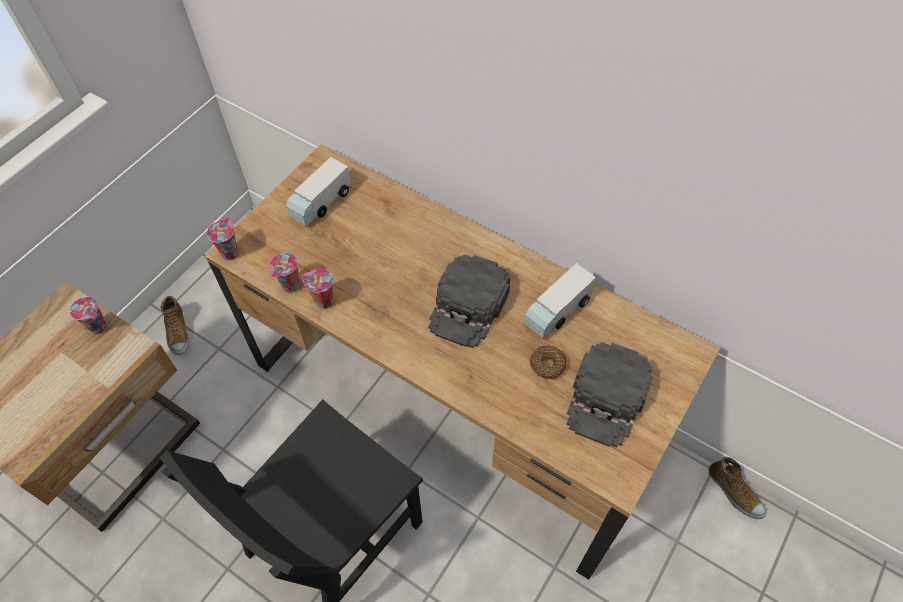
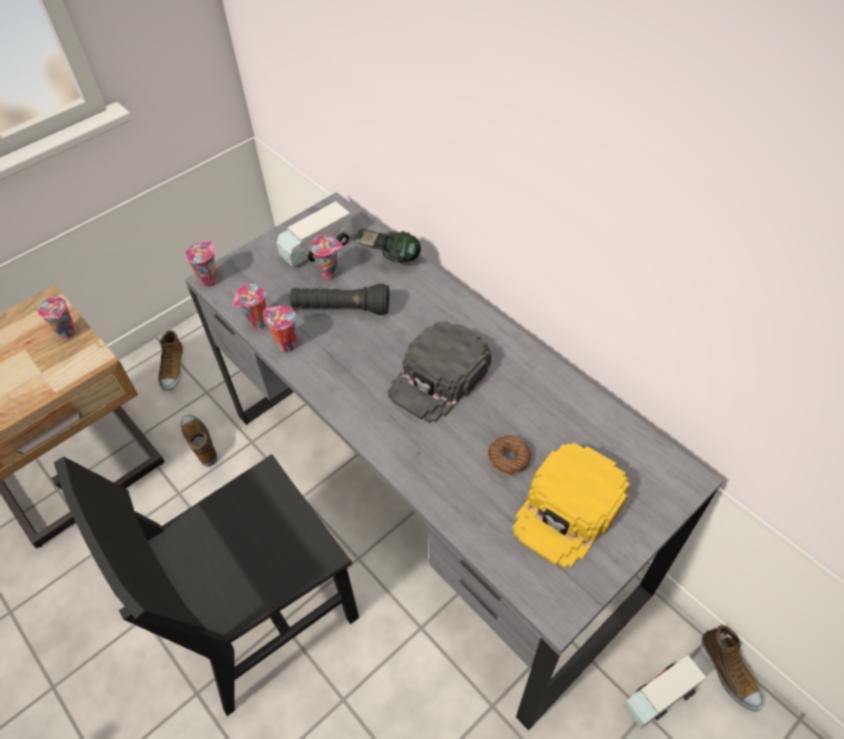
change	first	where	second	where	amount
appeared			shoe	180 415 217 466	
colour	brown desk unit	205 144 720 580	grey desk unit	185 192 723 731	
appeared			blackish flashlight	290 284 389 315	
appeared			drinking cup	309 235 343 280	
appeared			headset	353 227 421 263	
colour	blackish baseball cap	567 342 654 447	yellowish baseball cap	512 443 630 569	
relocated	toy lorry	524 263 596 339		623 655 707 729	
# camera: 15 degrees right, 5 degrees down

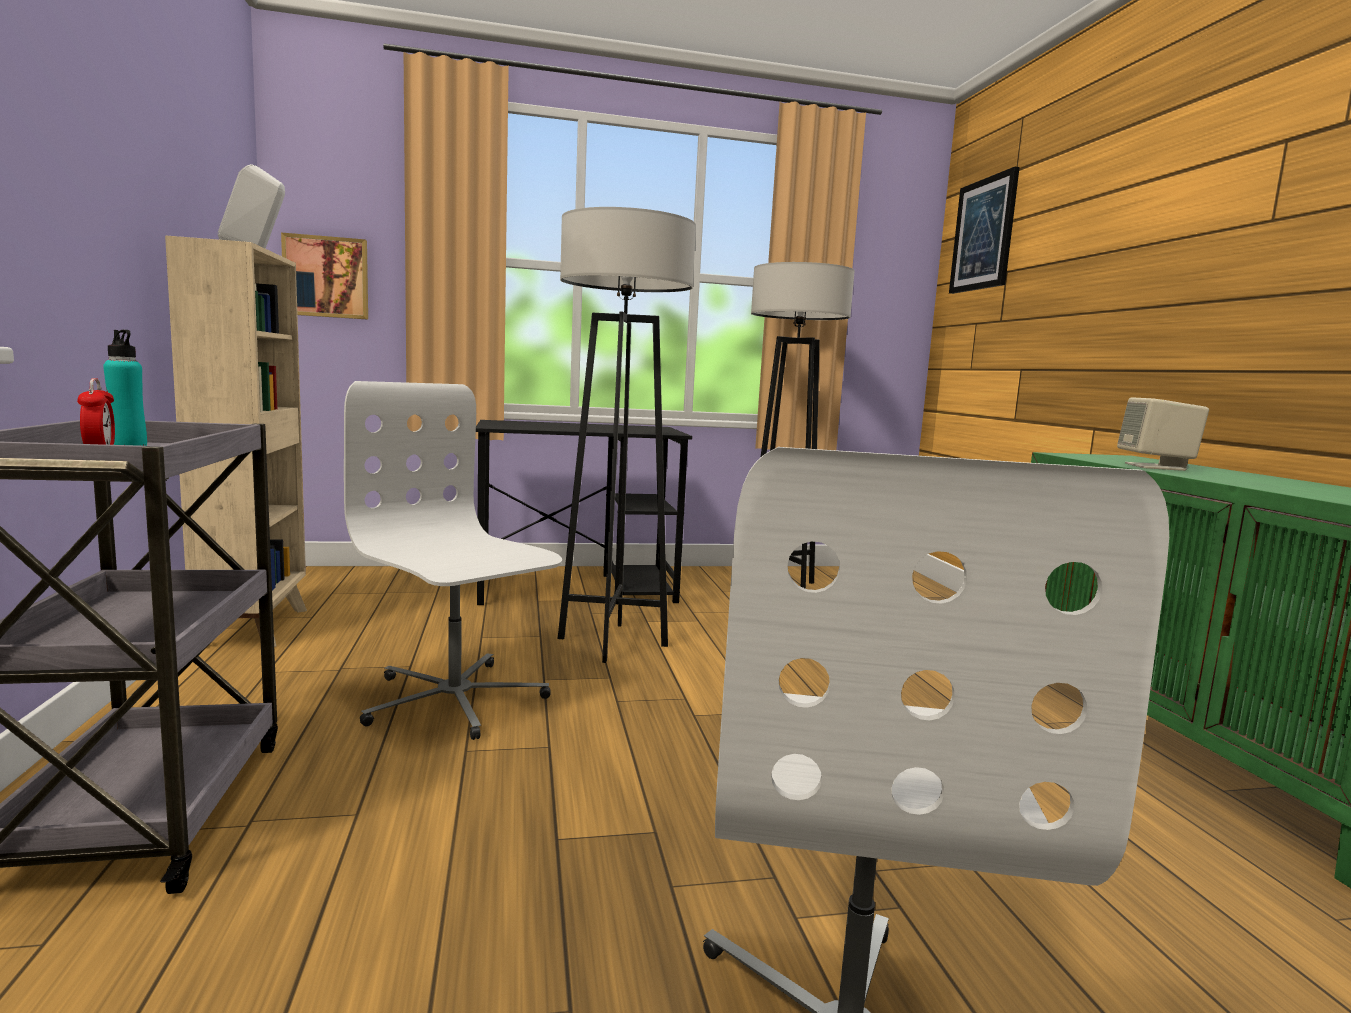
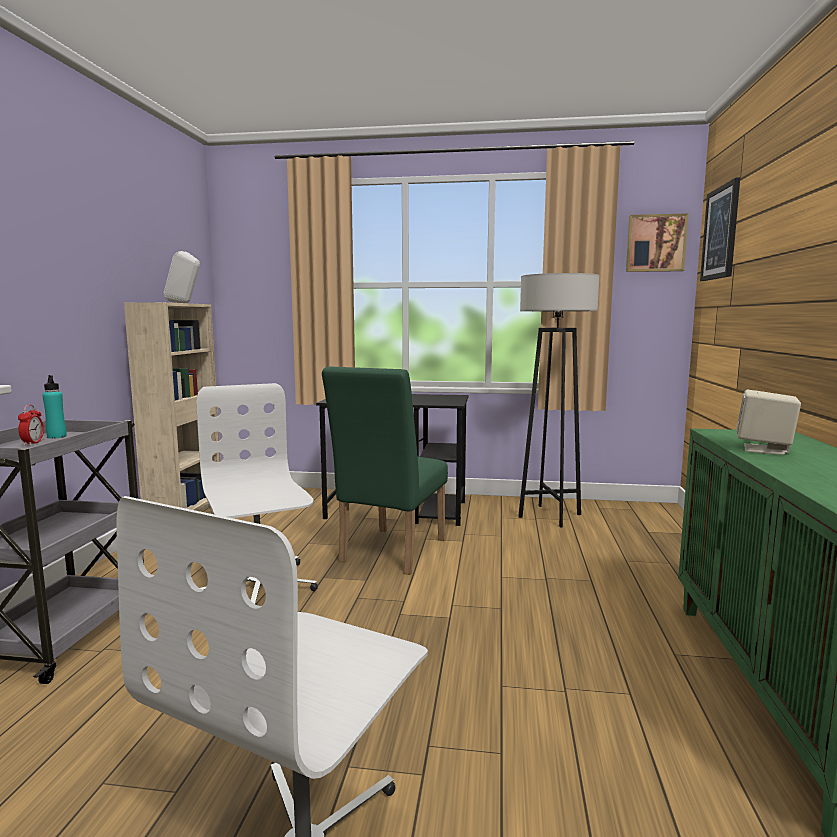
change	first	where	second	where	amount
exchanged	grey floor lamp	558 207 696 663	green upright chair	322 367 448 575	
relocated	wall art	281 232 368 320		626 213 689 272	
# camera: 20 degrees right, 0 degrees up

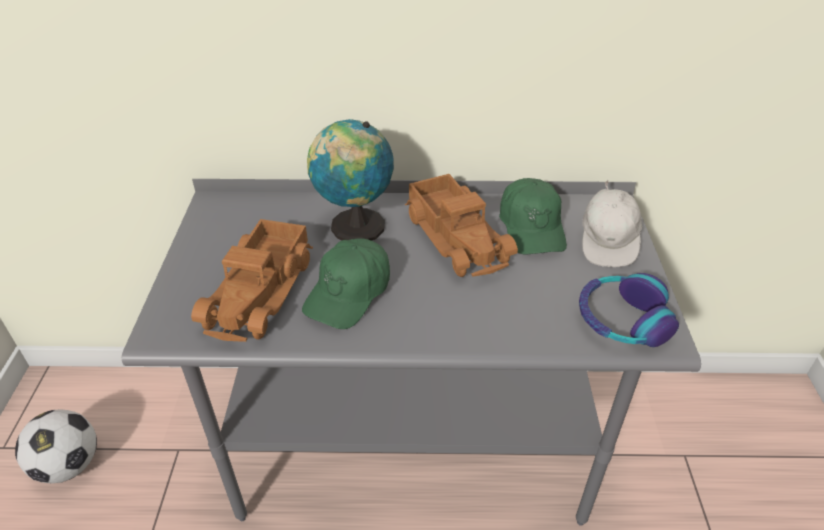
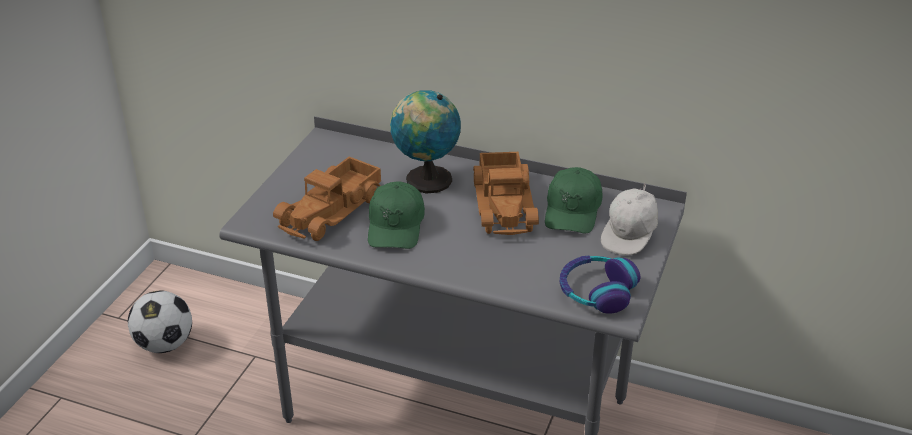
change	first	where	second	where	amount
spun	green baseball cap	302 238 390 329		368 181 425 249	45 degrees counterclockwise
# camera: 20 degrees right, 5 degrees down

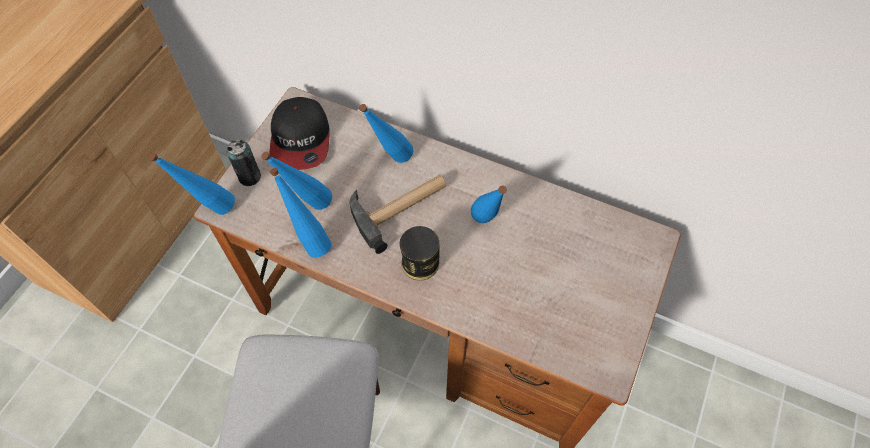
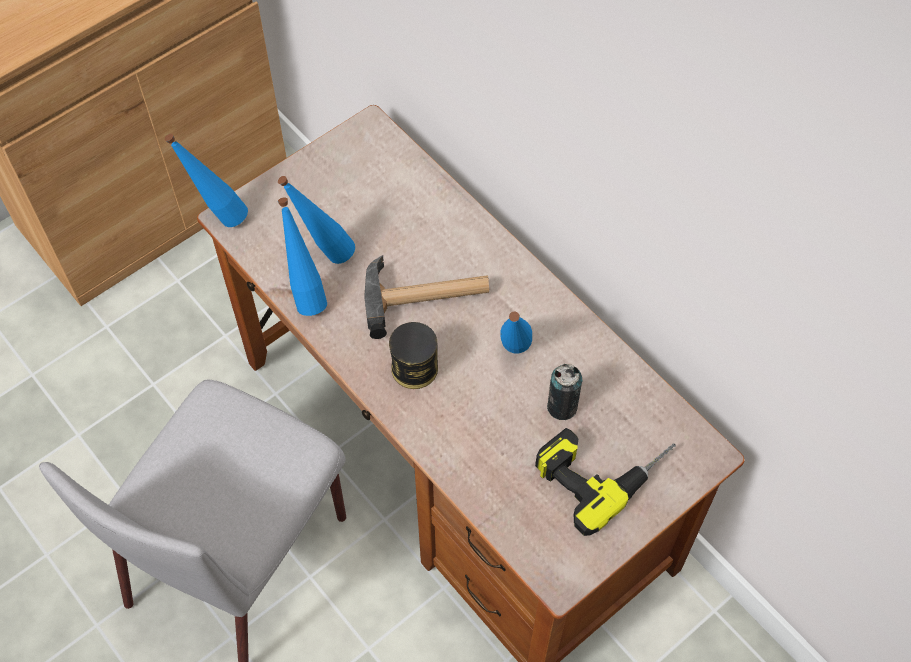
change	first	where	second	where	amount
appeared			drill	535 428 676 536	
relocated	sealed can	227 139 261 186		547 364 583 420	
missing	baseball cap	270 97 330 170			
missing	blue-coloured beverage bottle	359 104 413 163			
# camera: 25 degrees right, 0 degrees up

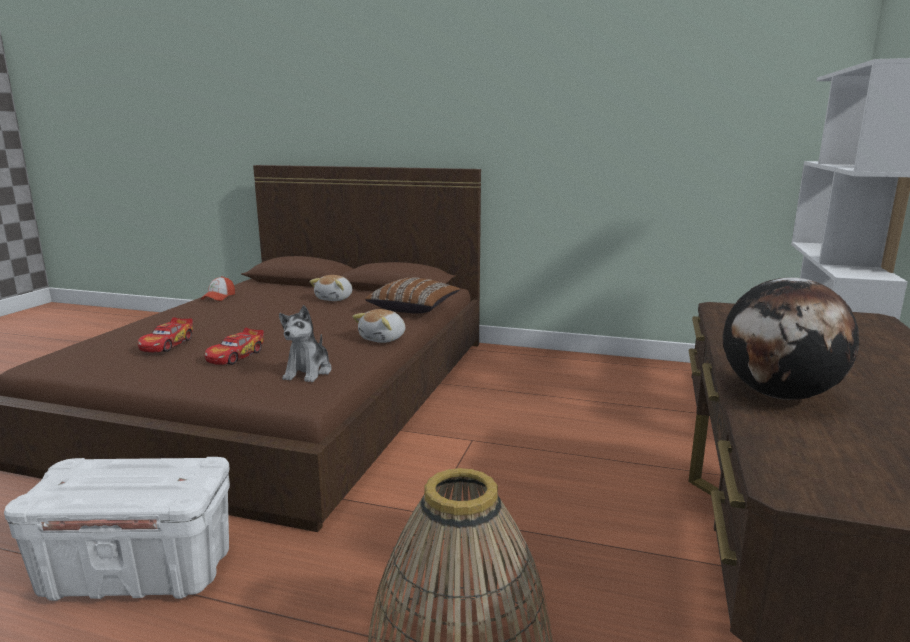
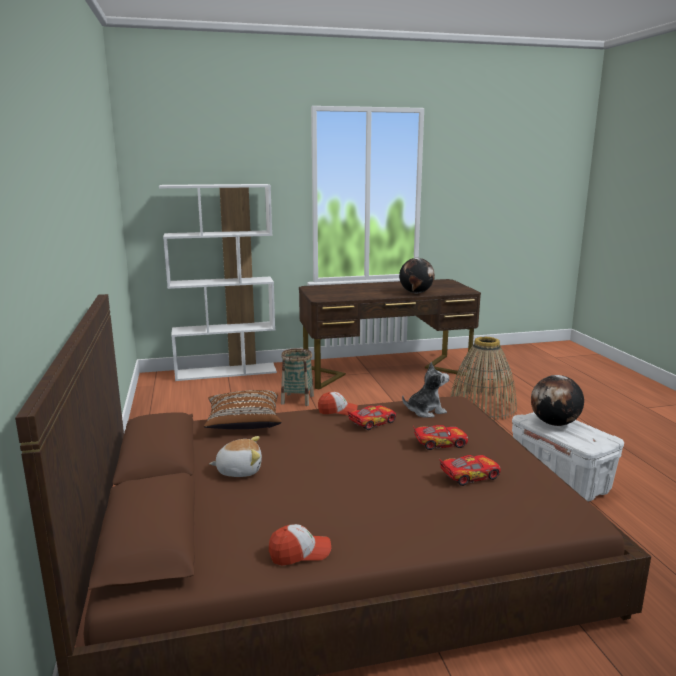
change	first	where	second	where	amount
appeared			basket	281 348 314 406	
exchanged	cuddly toy	352 309 405 343	baseball cap	318 392 358 416	
appeared			model car	347 405 396 430	
appeared			globe	531 375 584 426	
# camera: 120 degrees left, 0 degrees up

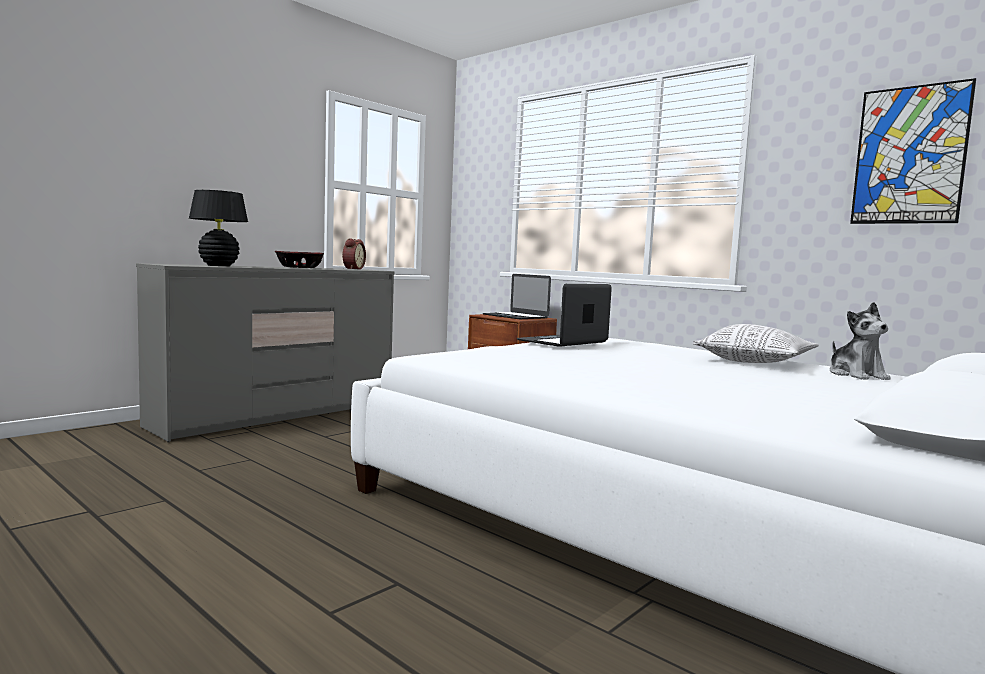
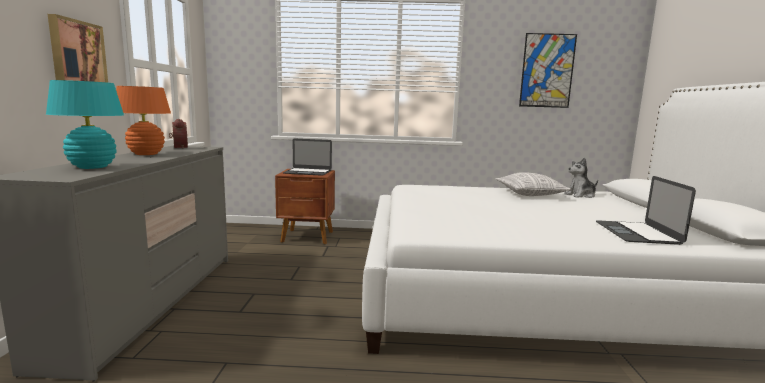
change	first	where	second	where	amount
colour	blackish lamp for a table	189 190 248 266	turquoise-coloured lamp for a table	46 80 124 169	
appeared			wall art	48 14 108 83	
exchanged	bowl	275 251 324 268	orange lamp for a table	116 86 171 155	
spun	cuddly toy	830 302 891 380		564 157 598 198	120 degrees clockwise
relocated	laptop	517 284 612 347		596 176 696 245	
# camera: 40 degrees left, 5 degrees up

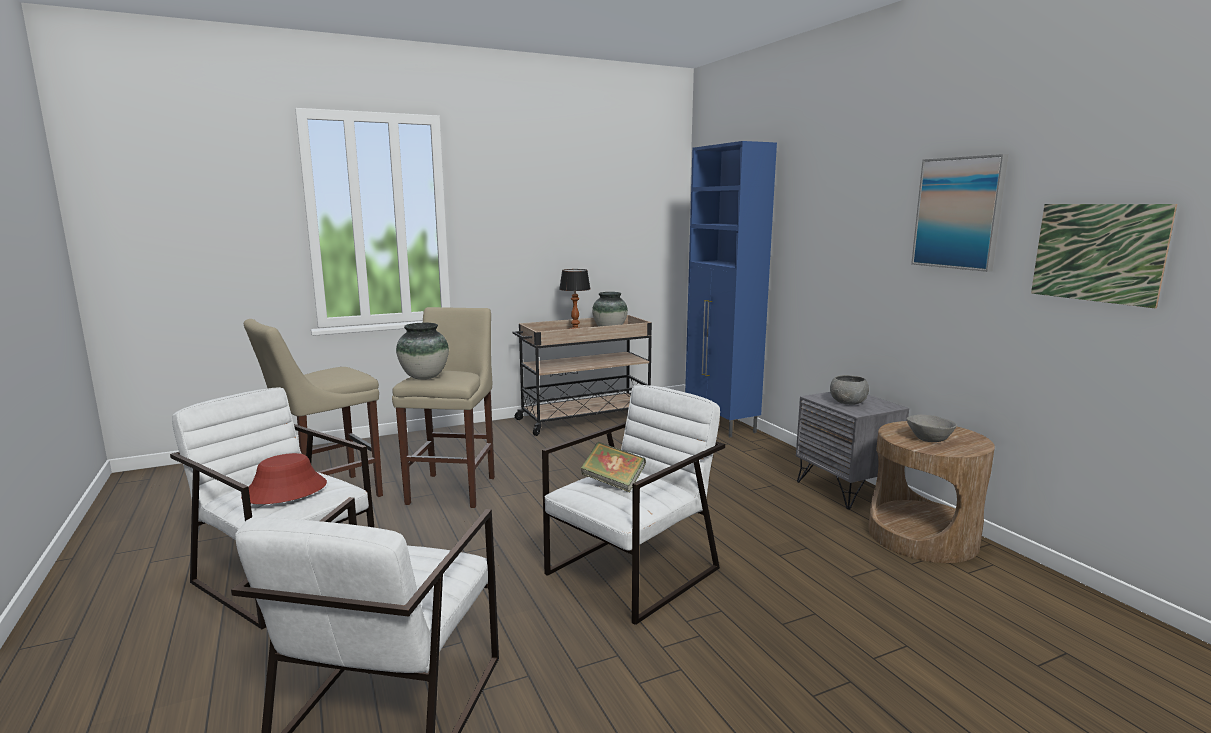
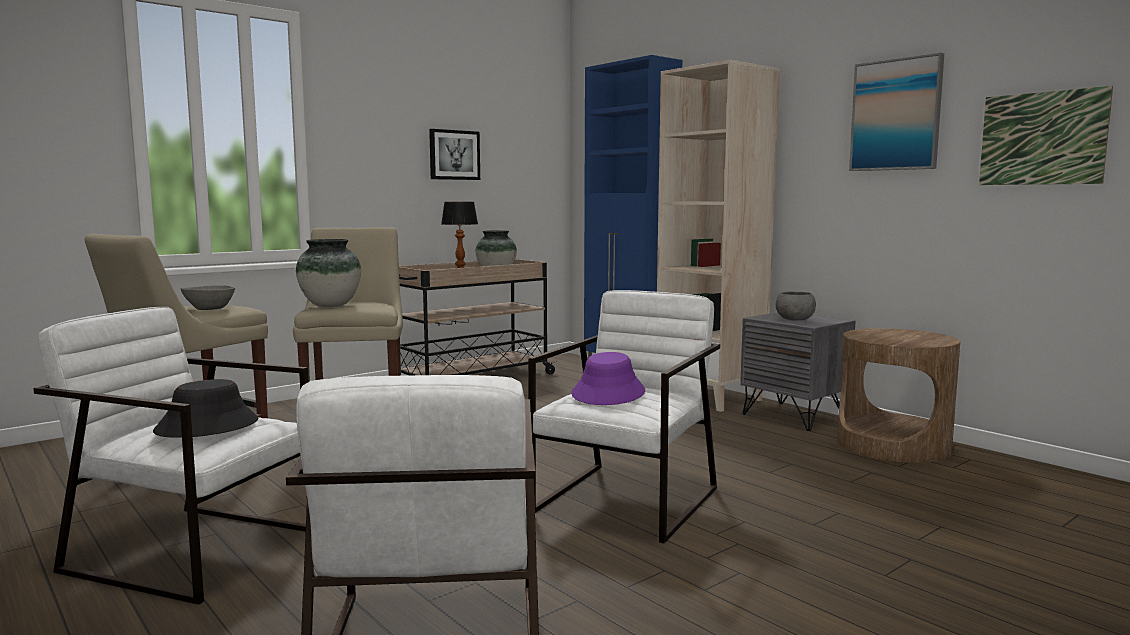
change	first	where	second	where	amount
colour	red wearable hat	241 453 327 504	blackish wearable hat	153 379 258 438	
relocated	grey bowl	906 415 957 442		181 285 235 310	
appeared			wall art	429 129 480 180	
exchanged	book	580 442 646 493	purple wearable hat	571 352 645 405	
appeared			beige bookshelf	657 60 780 412	
# camera: 15 degrees left, 5 degrees down

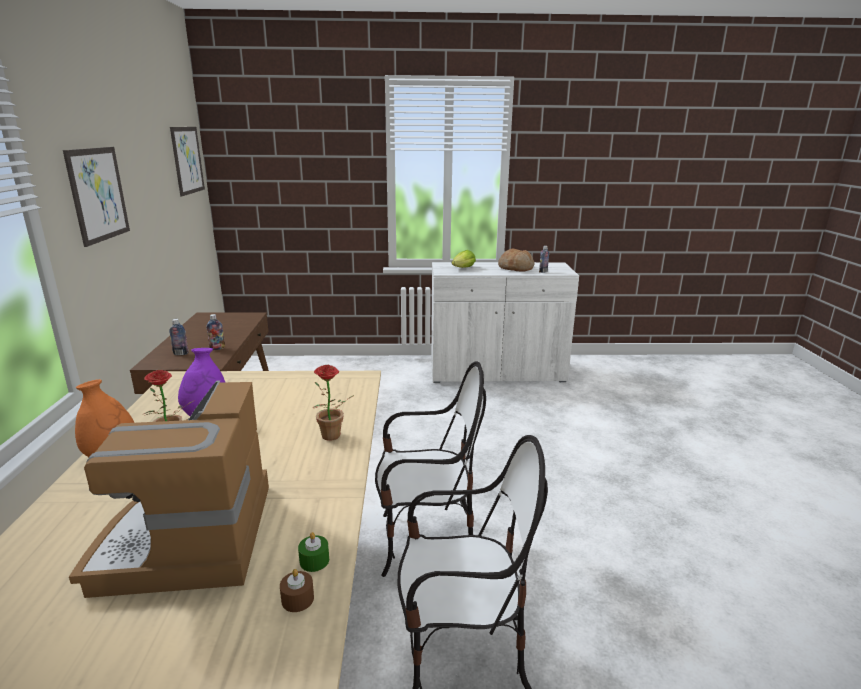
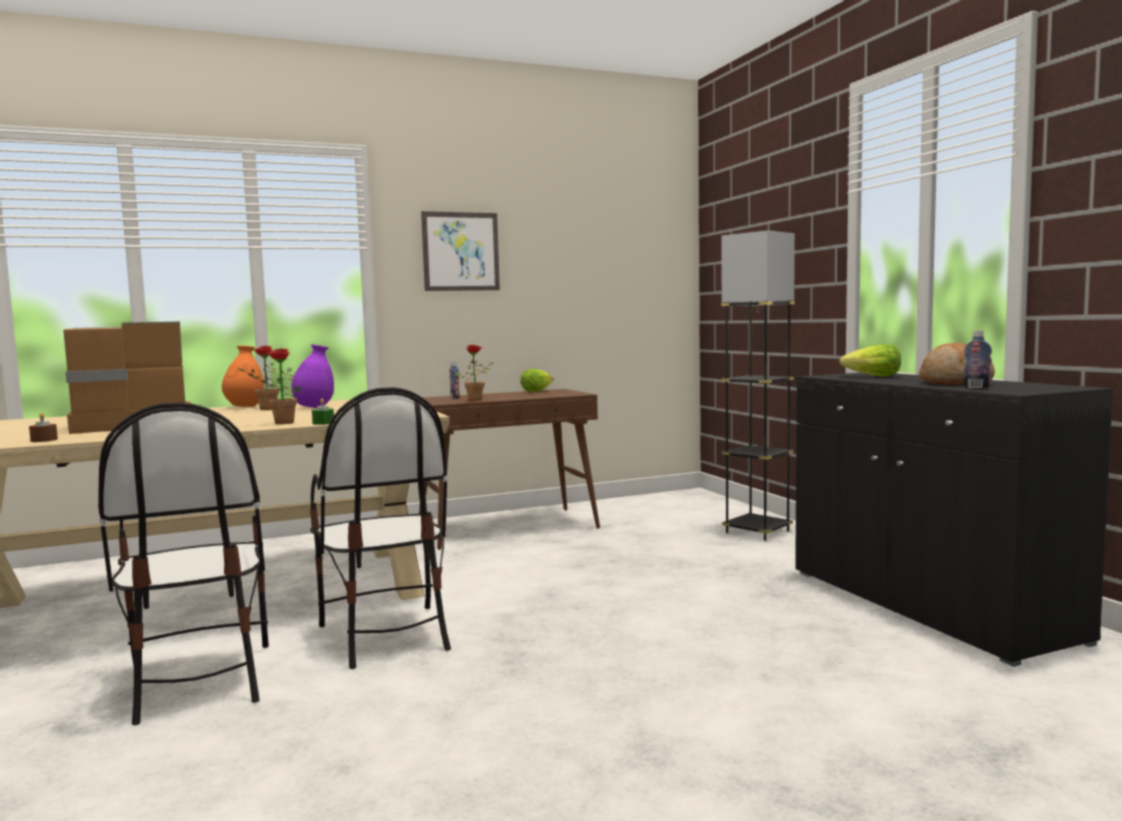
change	first	where	second	where	amount
relocated	green wax candle	298 532 329 572		312 398 334 425	
exchanged	beverage bottle	206 314 225 350	plant in a pot	455 344 494 401	
appeared			lettuce head	520 369 554 392	
appeared			grey floor lamp	721 230 795 541	
colour	white-coloured cupboard	431 262 579 383	blackish cupboard	795 373 1114 667	
missing	wall art	170 127 205 196			
# camera: 70 degrees right, 15 degrees down

